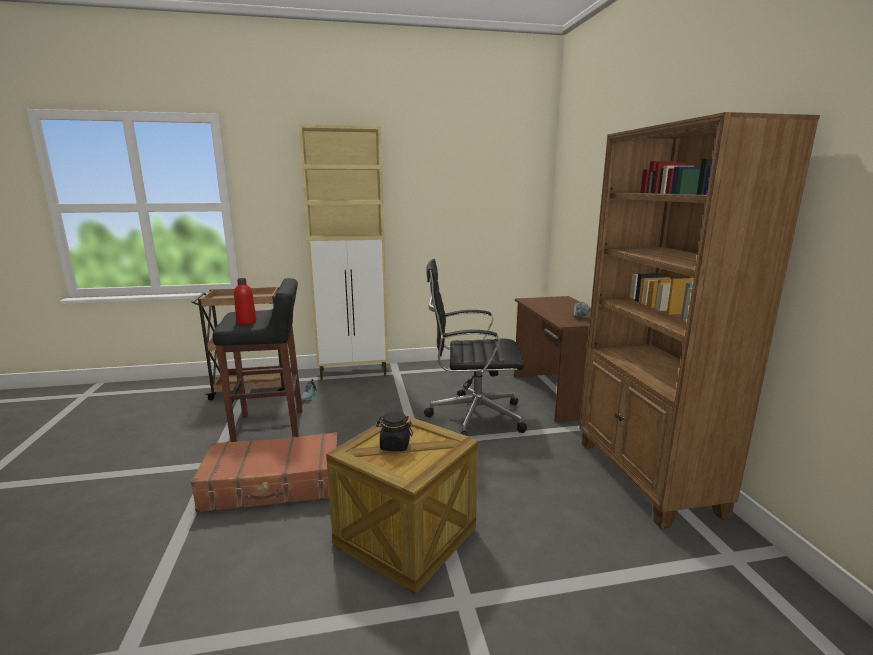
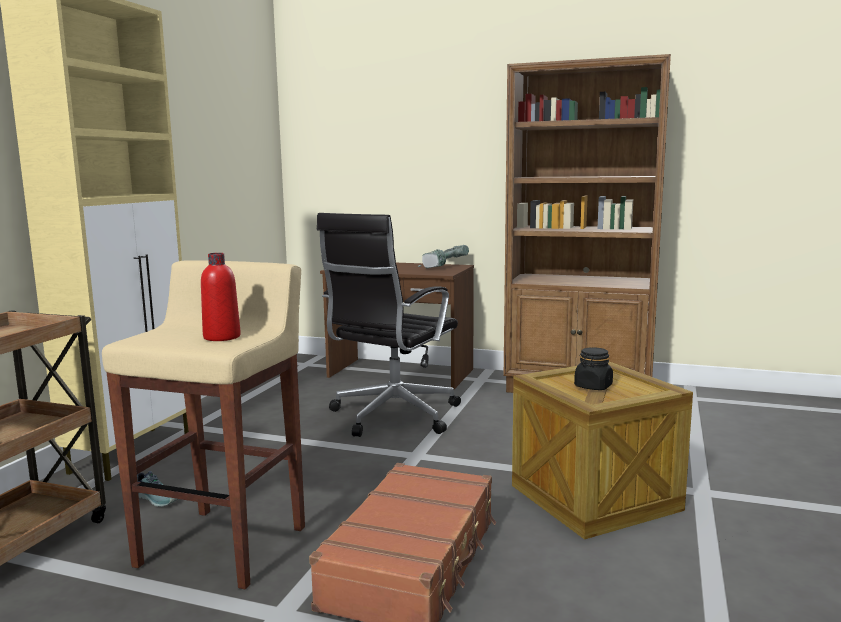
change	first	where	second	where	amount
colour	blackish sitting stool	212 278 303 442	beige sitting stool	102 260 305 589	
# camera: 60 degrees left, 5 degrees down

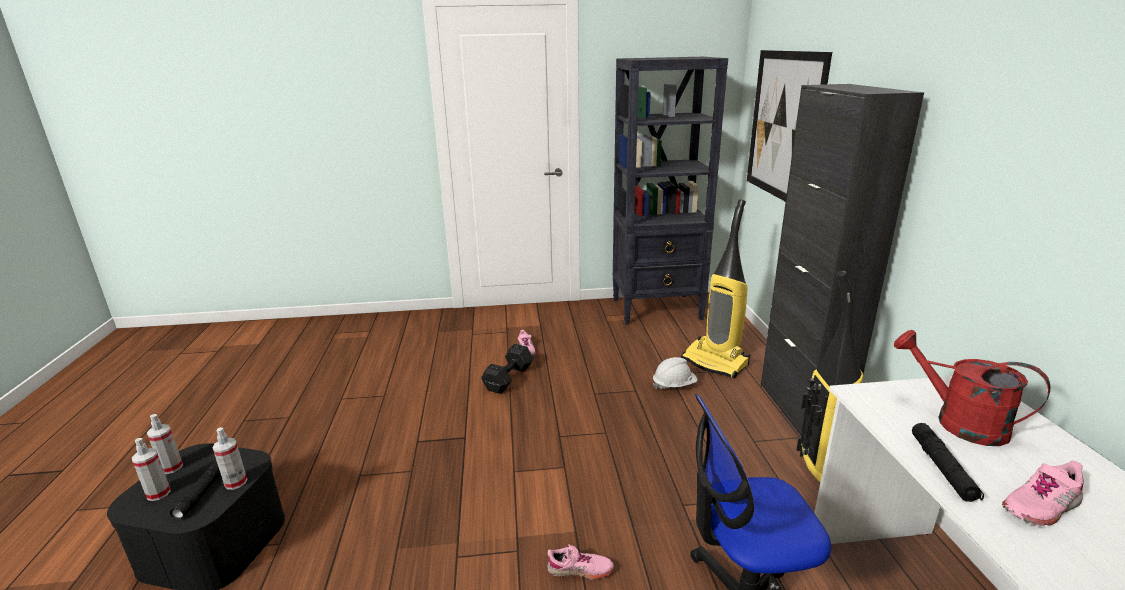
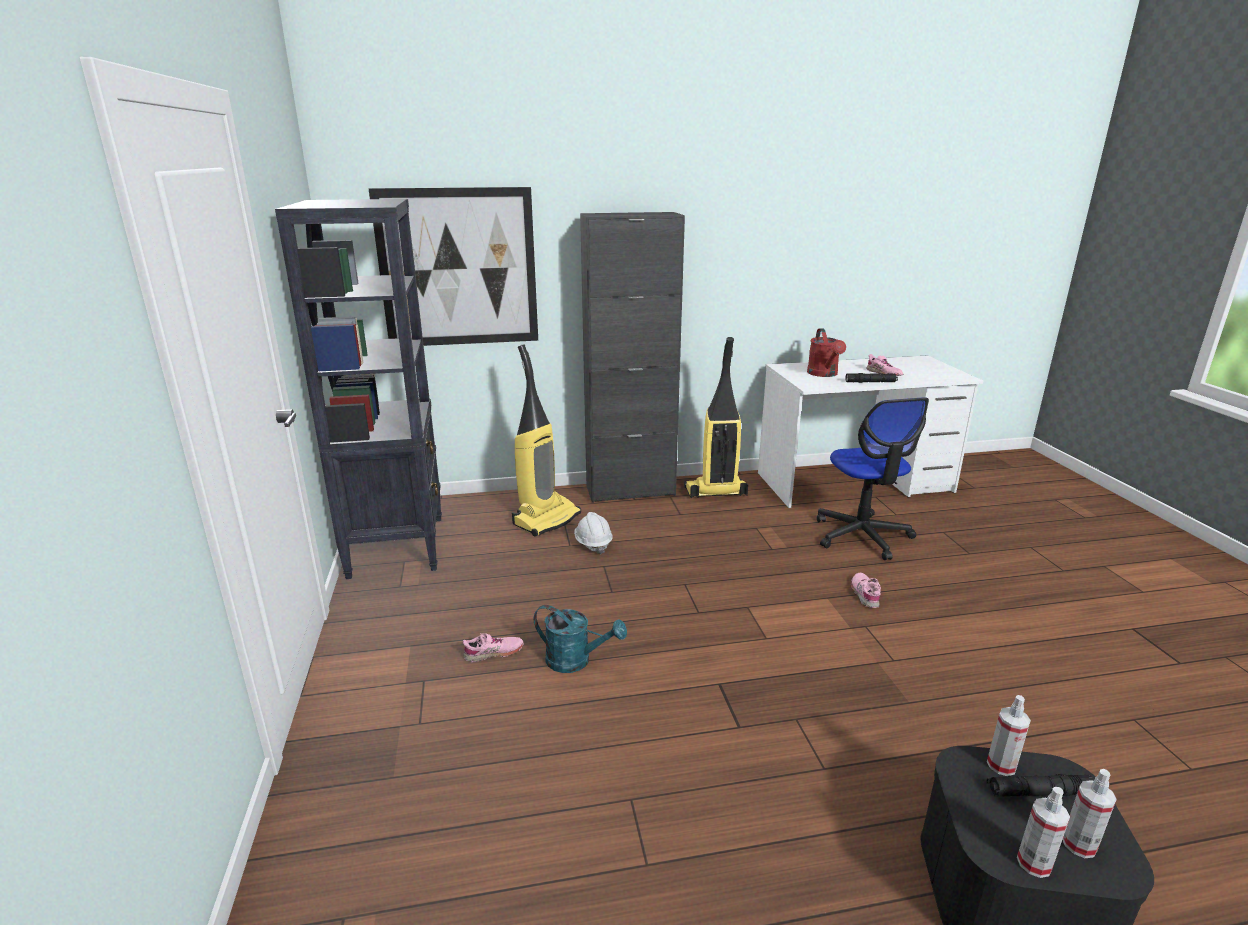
change	first	where	second	where	amount
exchanged	blackish hand weight	481 344 534 394	turquoise-coloured sprinkling can	534 605 627 673	
spun	red sprinkling can	894 330 1051 446		807 328 846 377	45 degrees counterclockwise
# camera: 95 degrees left, 0 degrees up

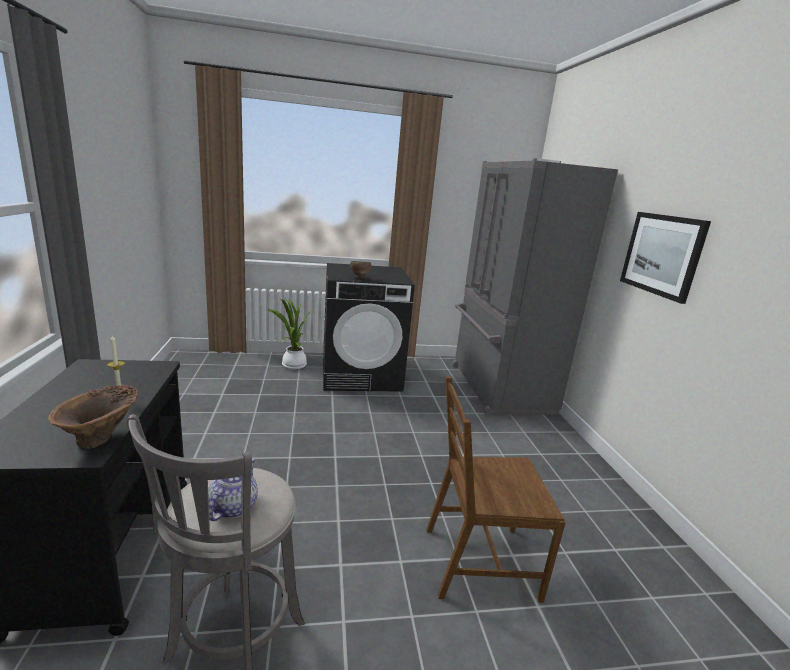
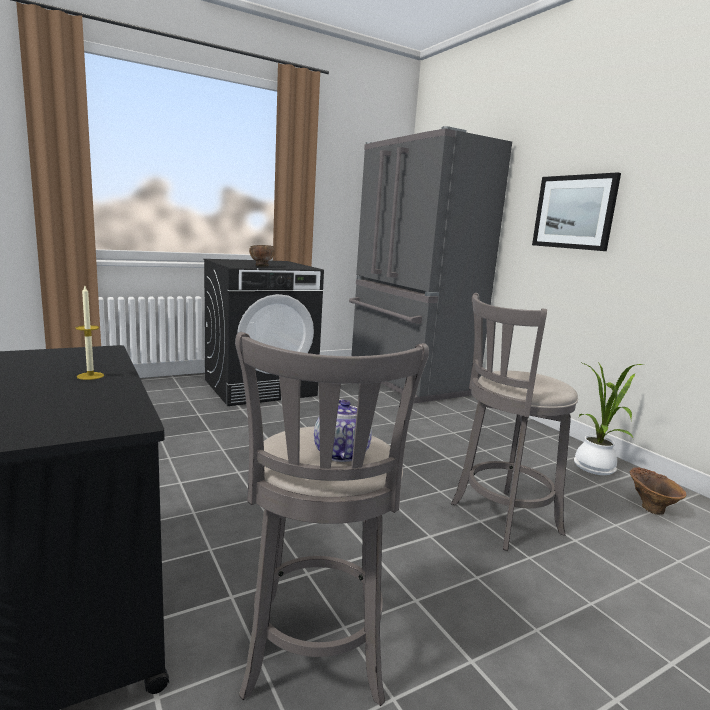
change	first	where	second	where	amount
exchanged	brown upright chair	426 376 566 603	grey sitting stool	451 293 578 551	
relocated	plant in a pot	268 298 313 369		574 362 644 475	
relocated	brown decorative vase	48 384 138 449		630 467 686 515	
# camera: 20 degrees left, 5 degrees down

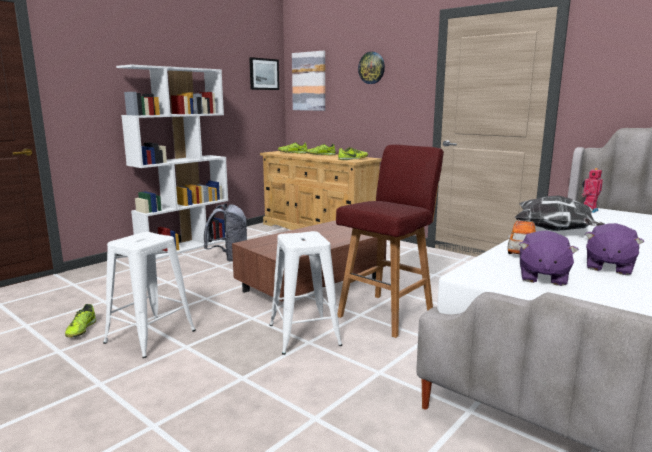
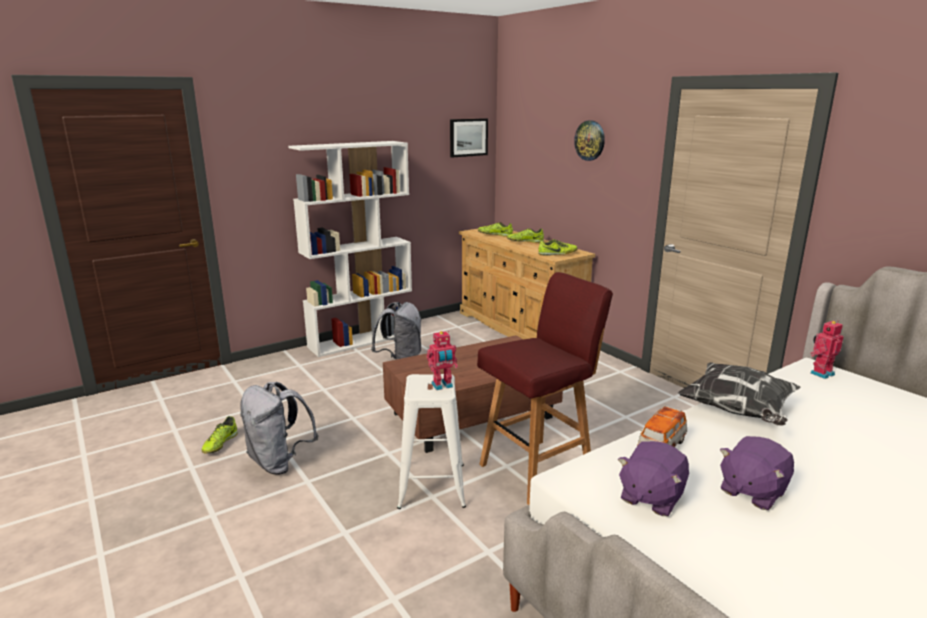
change	first	where	second	where	amount
exchanged	white-coloured sitting stool	103 232 196 358	grey backpack	240 382 318 474	
appeared			toy robot	427 331 458 390	
missing	wall art	292 51 325 111			
# camera: 15 degrees right, 5 degrees up

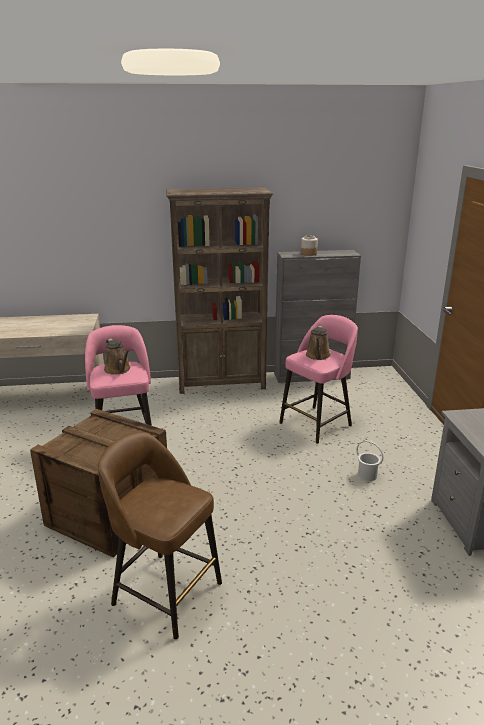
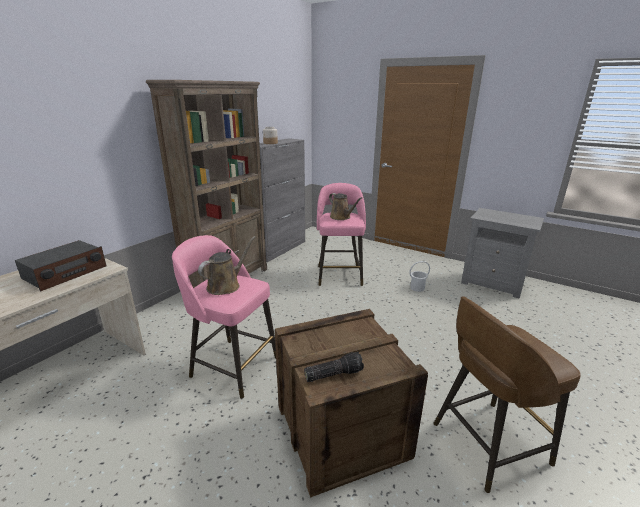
change	first	where	second	where	amount
appeared			radio set	15 240 107 291	
spun	brown sprinkling can	104 338 130 375		198 236 255 295	60 degrees counterclockwise
appeared			flashlight	304 352 364 382	
# camera: 50 degrees left, 0 degrees up

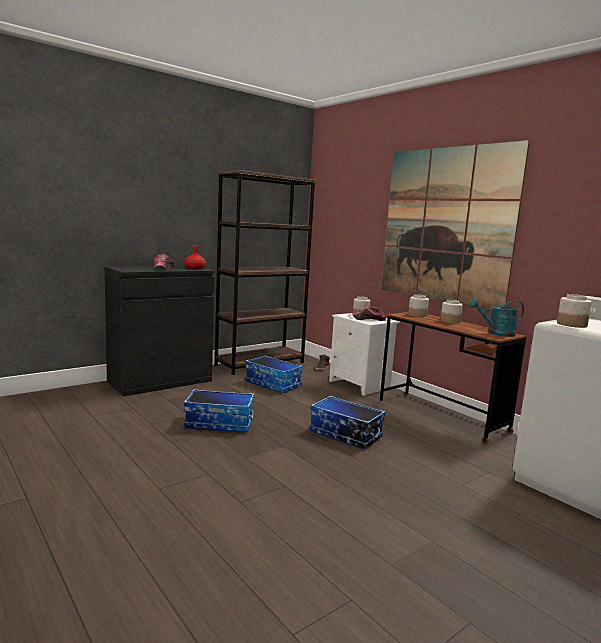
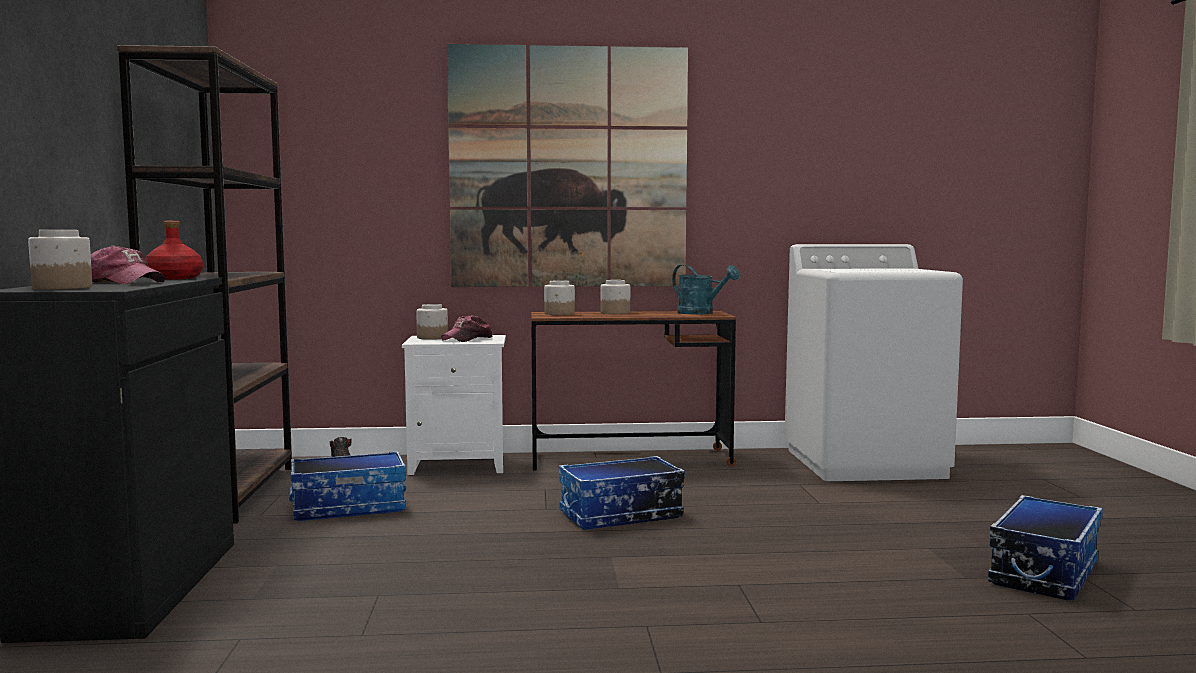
change	first	where	second	where	amount
relocated	jar	557 294 592 328		28 230 92 289	
spun	turquoise-coloured sprinkling can	469 298 524 337		672 265 739 314	75 degrees counterclockwise
relocated	storage box	184 389 254 433		988 495 1103 601	
# camera: 55 degrees left, 5 degrees down

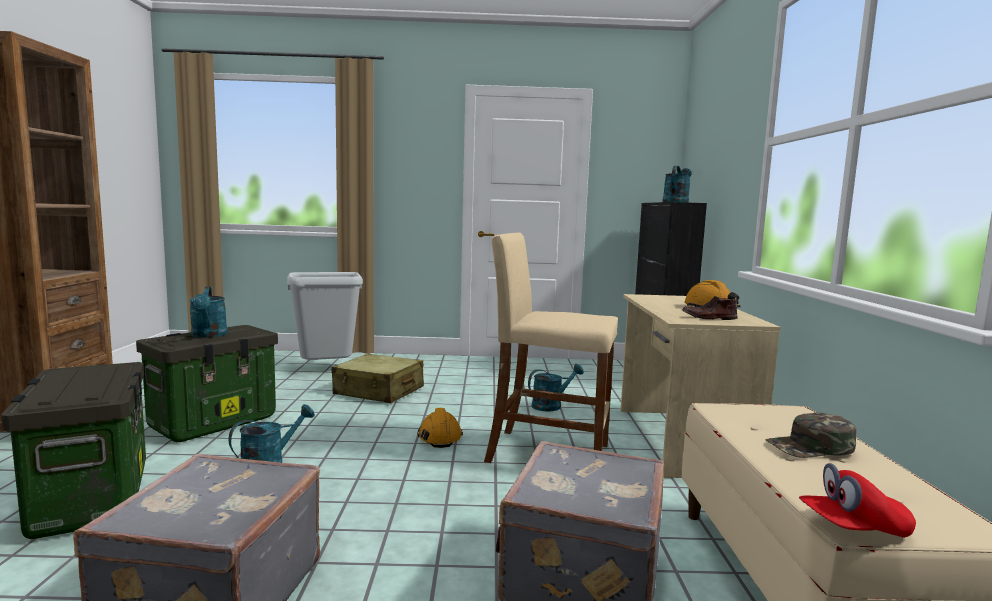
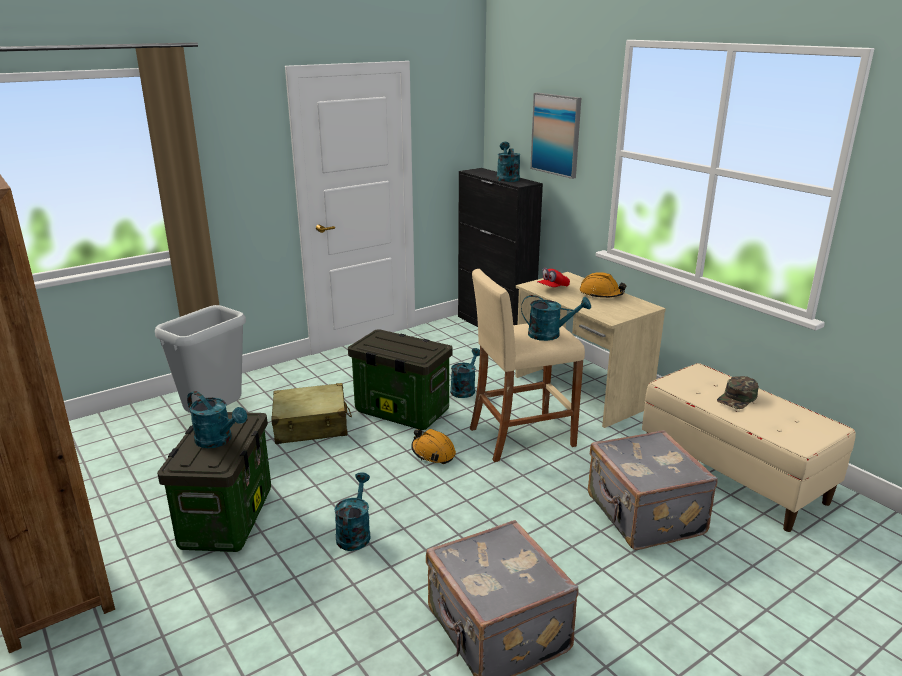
change	first	where	second	where	amount
relocated	storage box	1 362 146 539		348 329 453 430	
appeared			turquoise-coloured sprinkling can	521 295 591 341	
appeared			wall art	530 93 581 179	
relocated	red baseball cap	799 463 916 538		537 268 570 287	
missing	brown shoe	682 296 738 320			
# camera: 35 degrees left, 15 degrees up

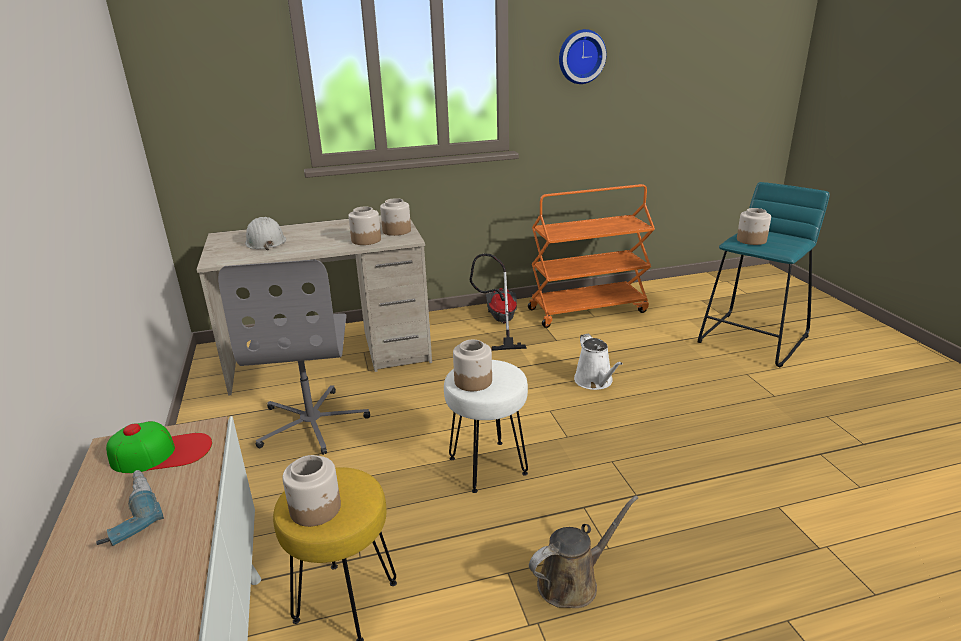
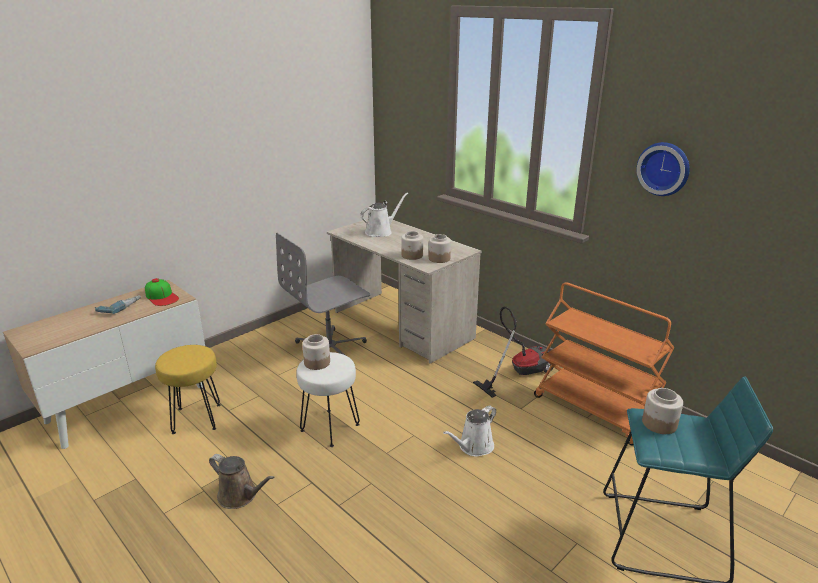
change	first	where	second	where	amount
exchanged	white-coloured work helmet	245 217 286 250	white-coloured sprinkling can	360 193 408 237	
missing	jar	282 455 341 527			
# camera: 60 degrees right, 0 degrees up

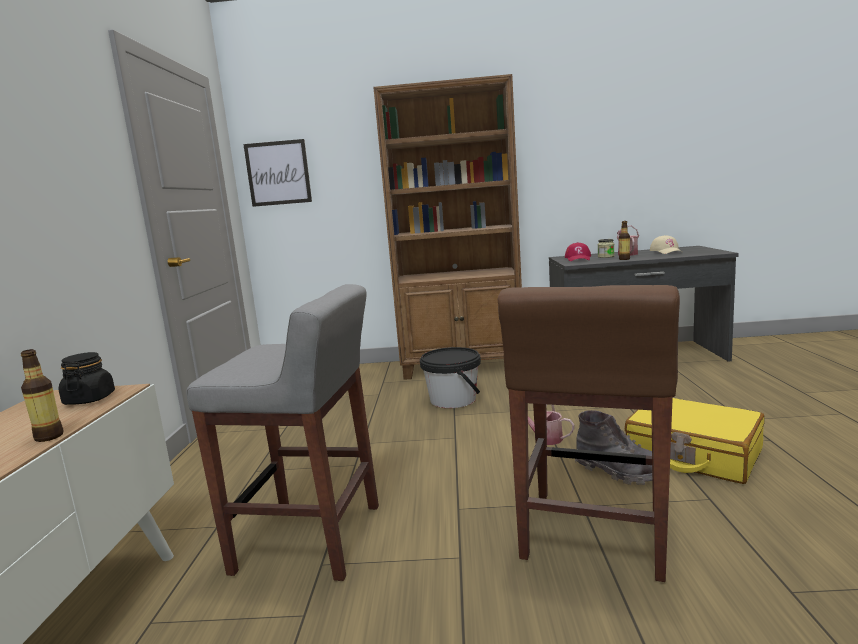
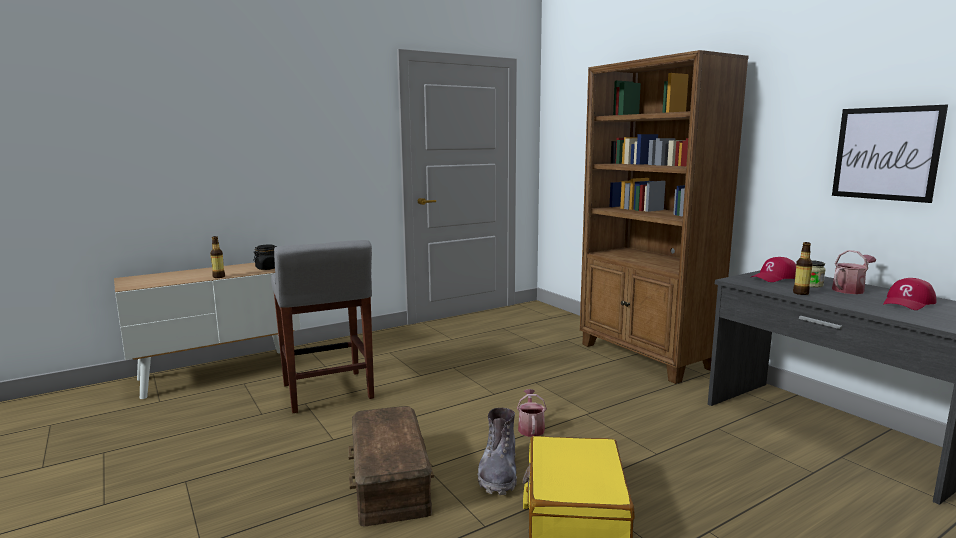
change	first	where	second	where	amount
exchanged	brown sitting stool	498 285 680 582	brown storage box	348 406 434 526	
relocated	wall art	243 139 312 207		832 105 948 203	
colour	beige baseball cap	650 235 682 254	red baseball cap	883 278 936 310	
missing	blackish water bucket	420 347 481 408			
# camera: 55 degrees right, 0 degrees up

